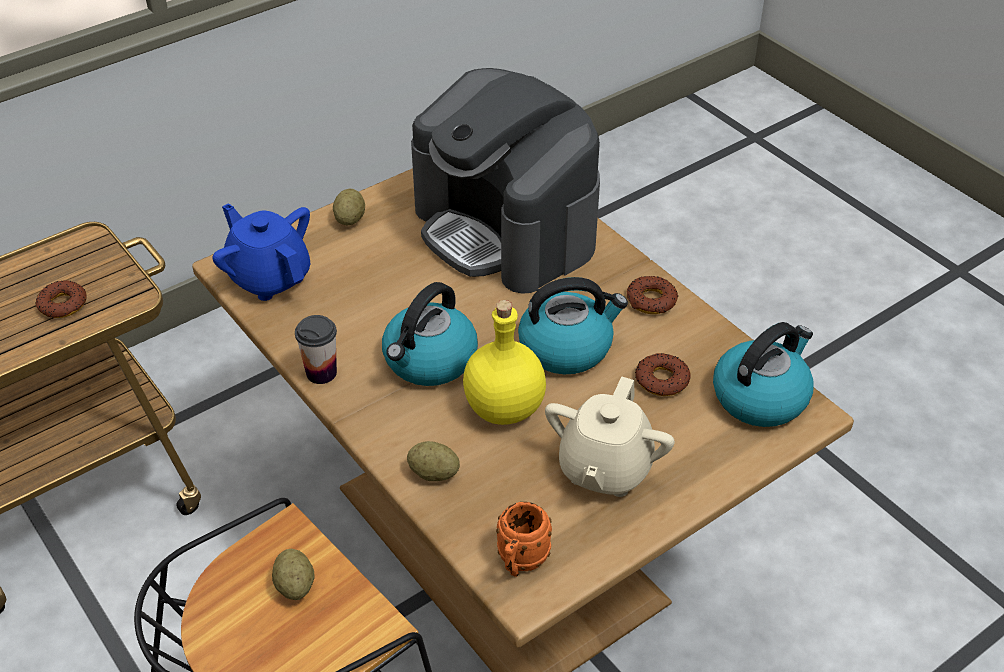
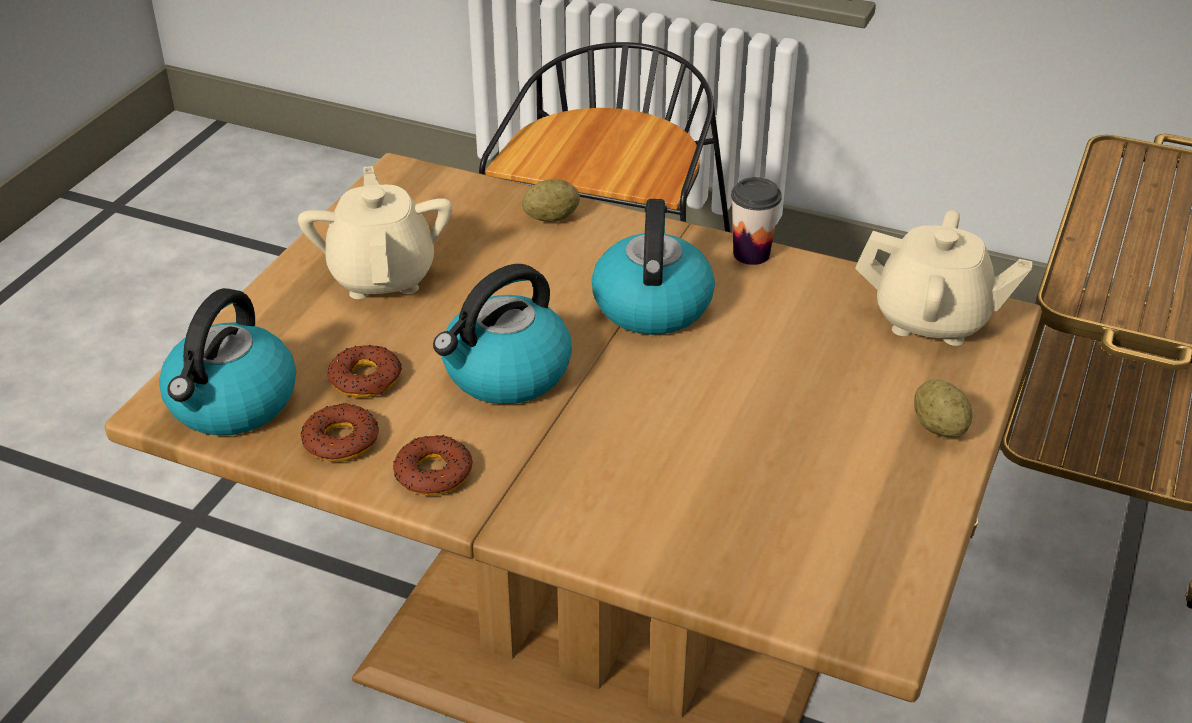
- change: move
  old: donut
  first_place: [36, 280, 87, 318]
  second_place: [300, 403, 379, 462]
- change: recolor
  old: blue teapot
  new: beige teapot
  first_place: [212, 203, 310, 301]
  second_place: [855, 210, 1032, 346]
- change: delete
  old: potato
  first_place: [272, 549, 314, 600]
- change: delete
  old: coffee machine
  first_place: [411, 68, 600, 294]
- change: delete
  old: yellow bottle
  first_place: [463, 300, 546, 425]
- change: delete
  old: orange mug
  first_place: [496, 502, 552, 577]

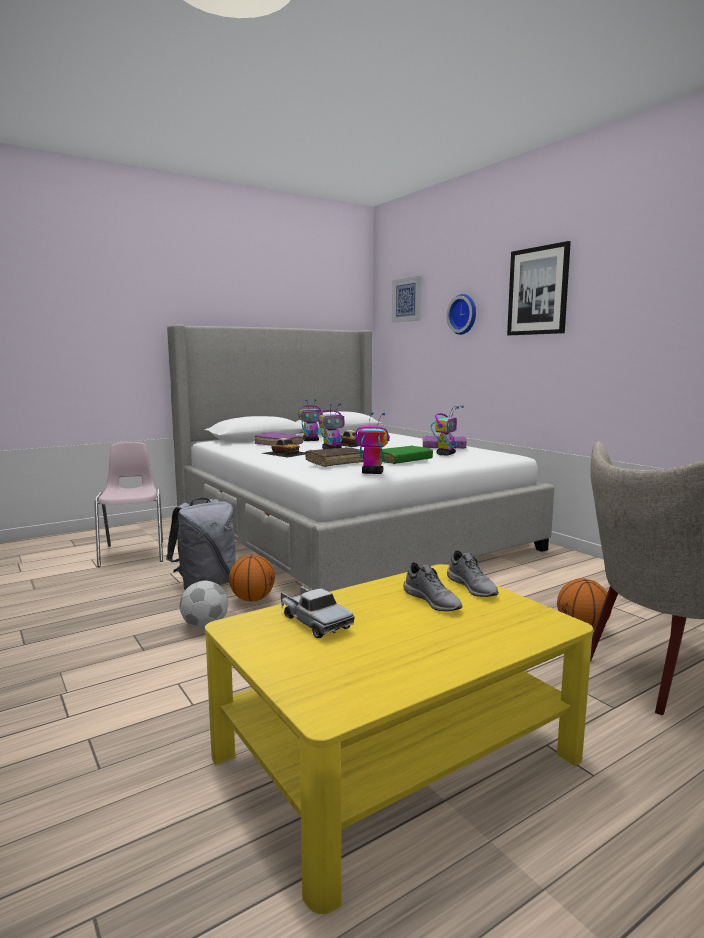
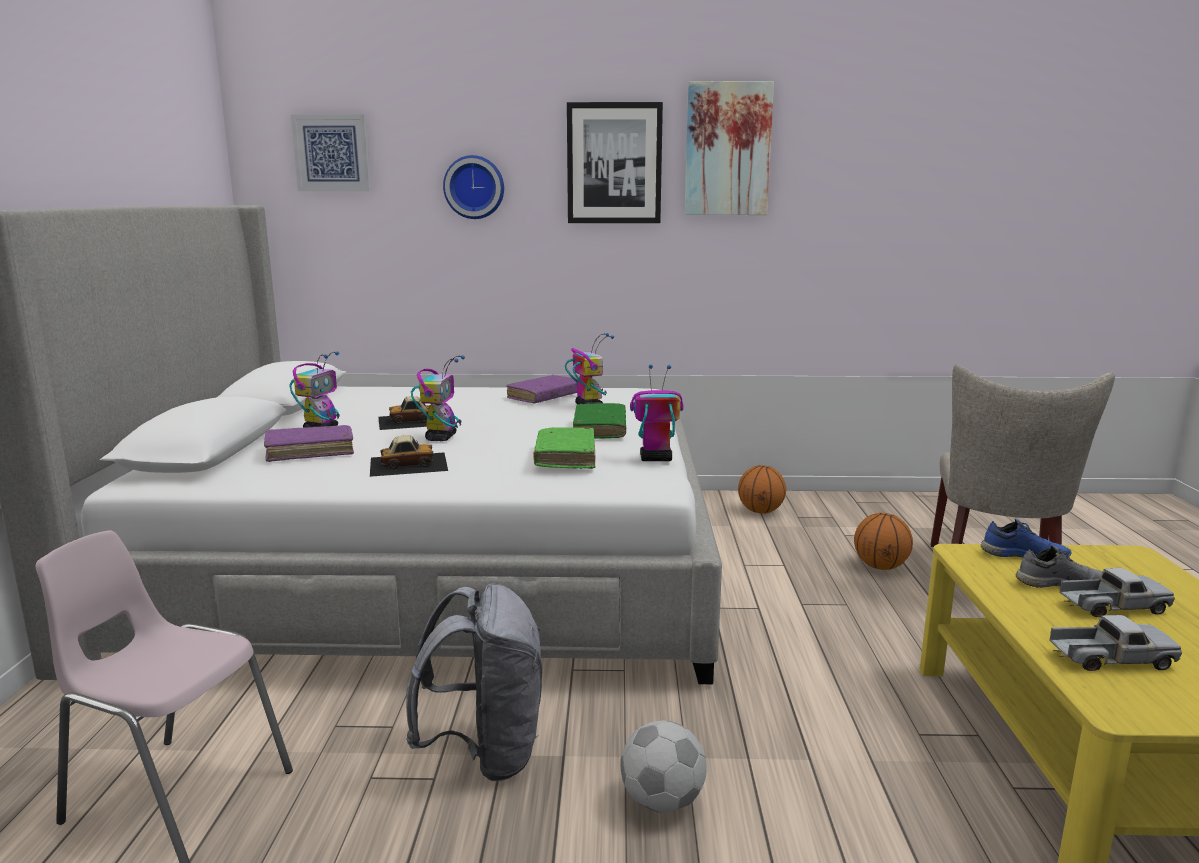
- change: move
  old: basketball
  first_place: [229, 555, 275, 601]
  second_place: [738, 465, 786, 514]
- change: recolor
  old: brown book
  new: green book
  first_place: [305, 447, 364, 467]
  second_place: [534, 427, 595, 469]
- change: rotate
  old: toy robot
  first_place: [355, 412, 390, 474]
  second_place: [630, 365, 683, 461]
  degrees: 45
- change: recolor
  old: grey shoe
  new: blue shoe
  first_place: [447, 550, 499, 597]
  second_place: [981, 519, 1072, 557]
- change: insert
  new: picture
  second_place: [685, 81, 774, 215]
- change: insert
  new: toy truck
  second_place: [1059, 568, 1175, 617]

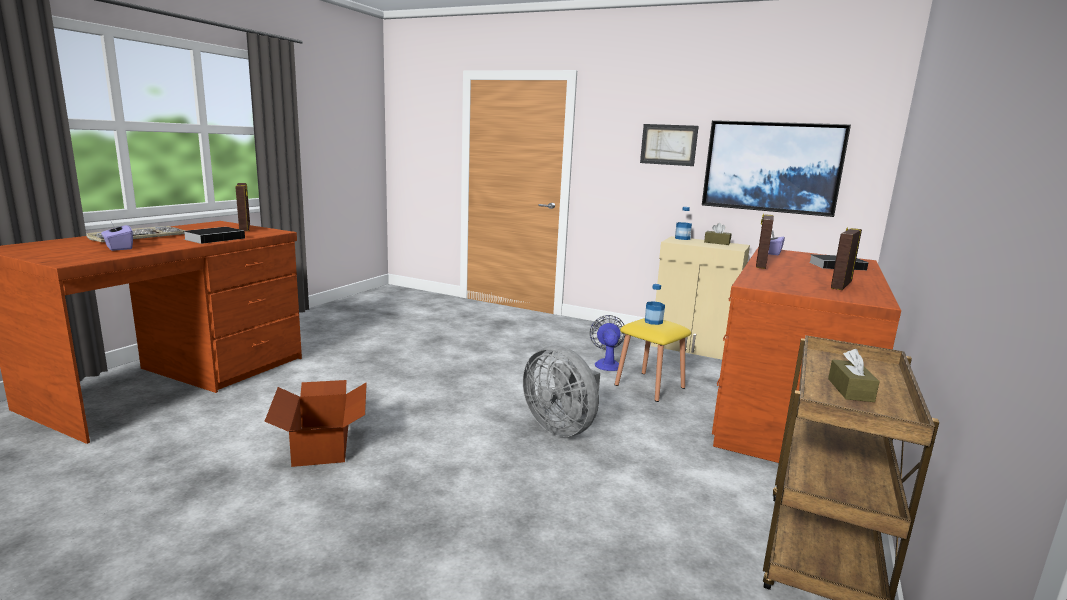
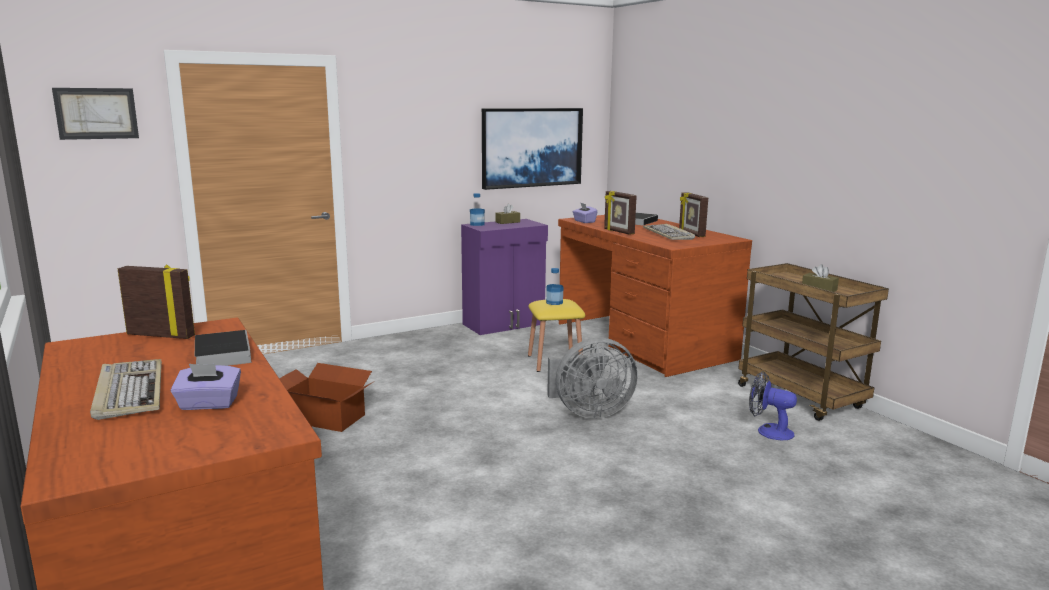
- change: move
  old: cardboard box
  first_place: [264, 380, 367, 467]
  second_place: [279, 363, 373, 432]
- change: move
  old: fan
  first_place: [590, 315, 625, 371]
  second_place: [749, 371, 797, 440]
- change: move
  old: picture
  first_place: [640, 124, 699, 166]
  second_place: [52, 88, 139, 140]
- change: recolor
  old: beige cabinet
  new: purple cabinet
  first_place: [651, 236, 750, 360]
  second_place: [461, 219, 548, 335]
- change: insert
  new: keyboard
  second_place: [643, 224, 695, 240]

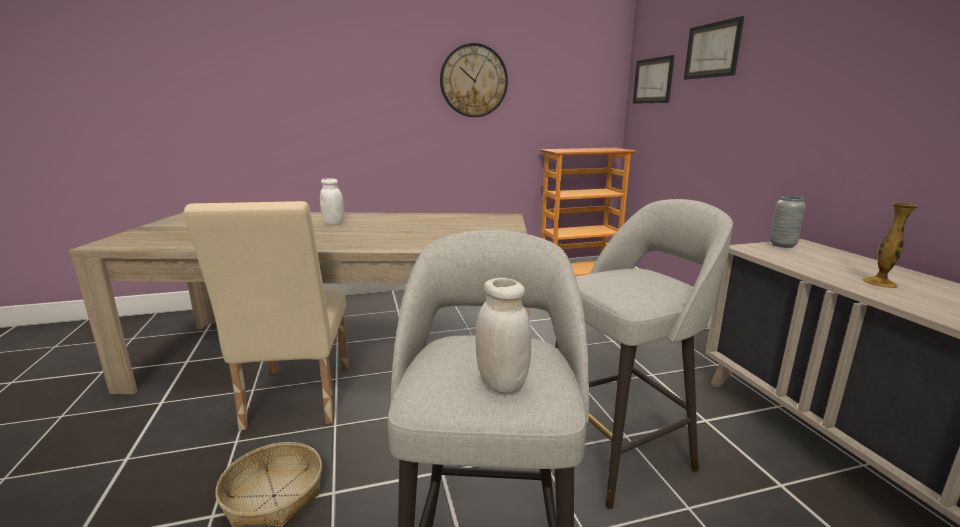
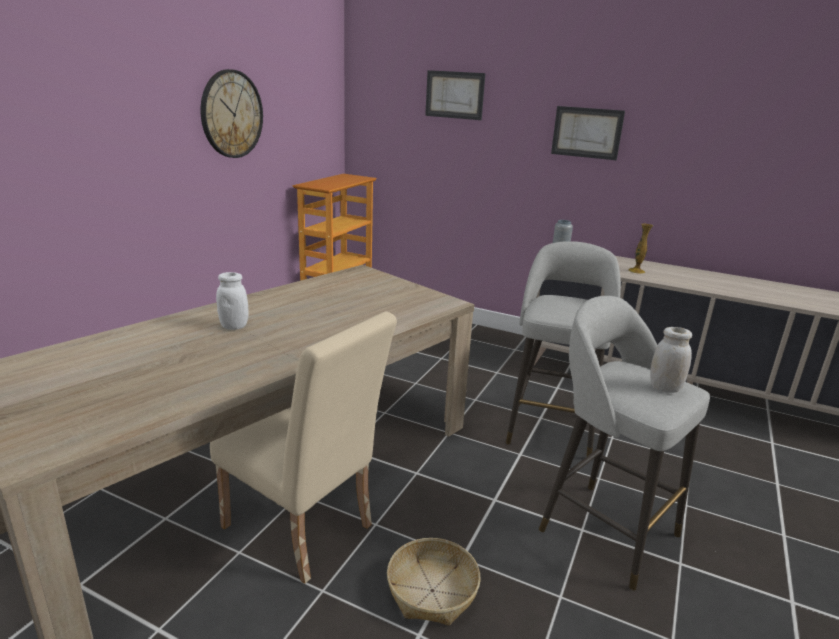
- change: move
  old: picture
  first_place: [633, 55, 675, 104]
  second_place: [551, 106, 625, 160]

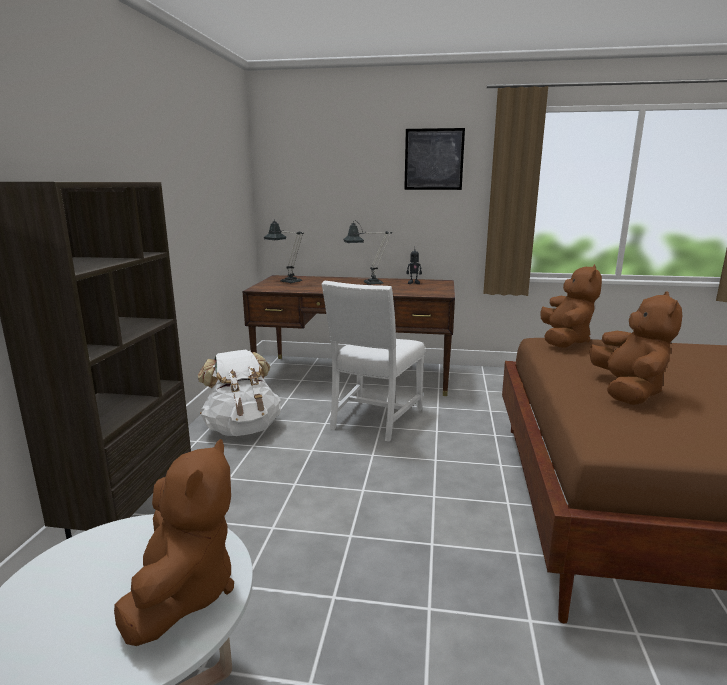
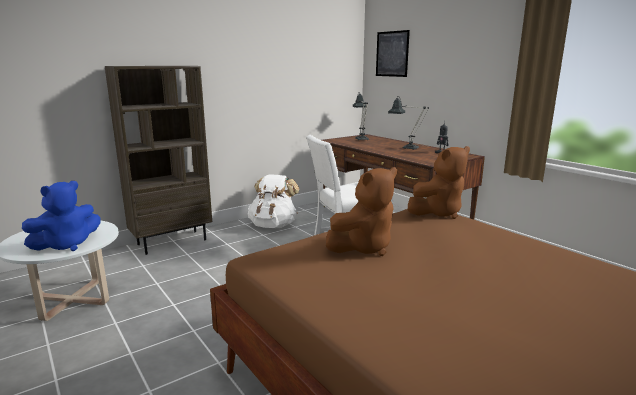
- change: recolor
  old: brown plush toy
  new: blue plush toy
  first_place: [114, 439, 234, 646]
  second_place: [22, 181, 100, 251]
- change: move
  old: picture
  first_place: [404, 128, 465, 190]
  second_place: [376, 30, 410, 77]

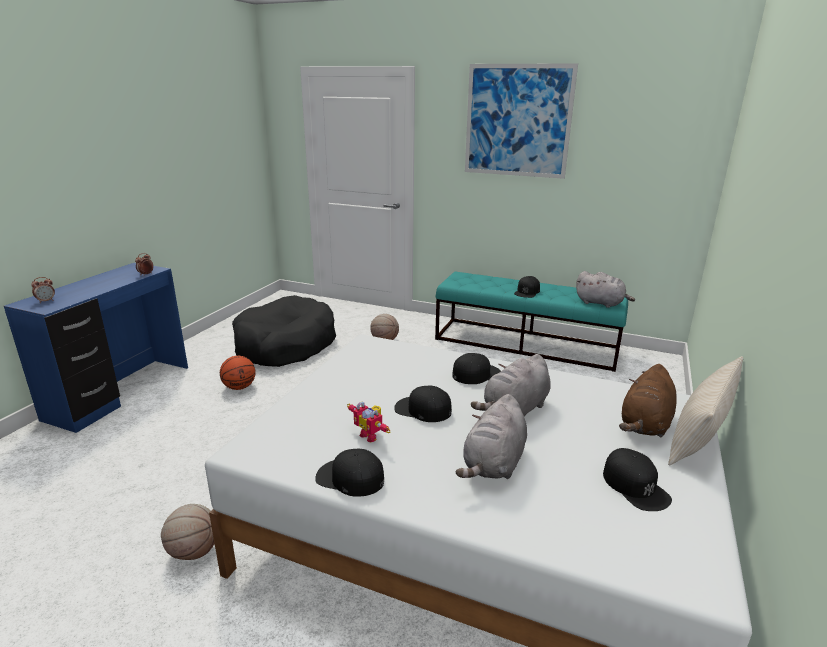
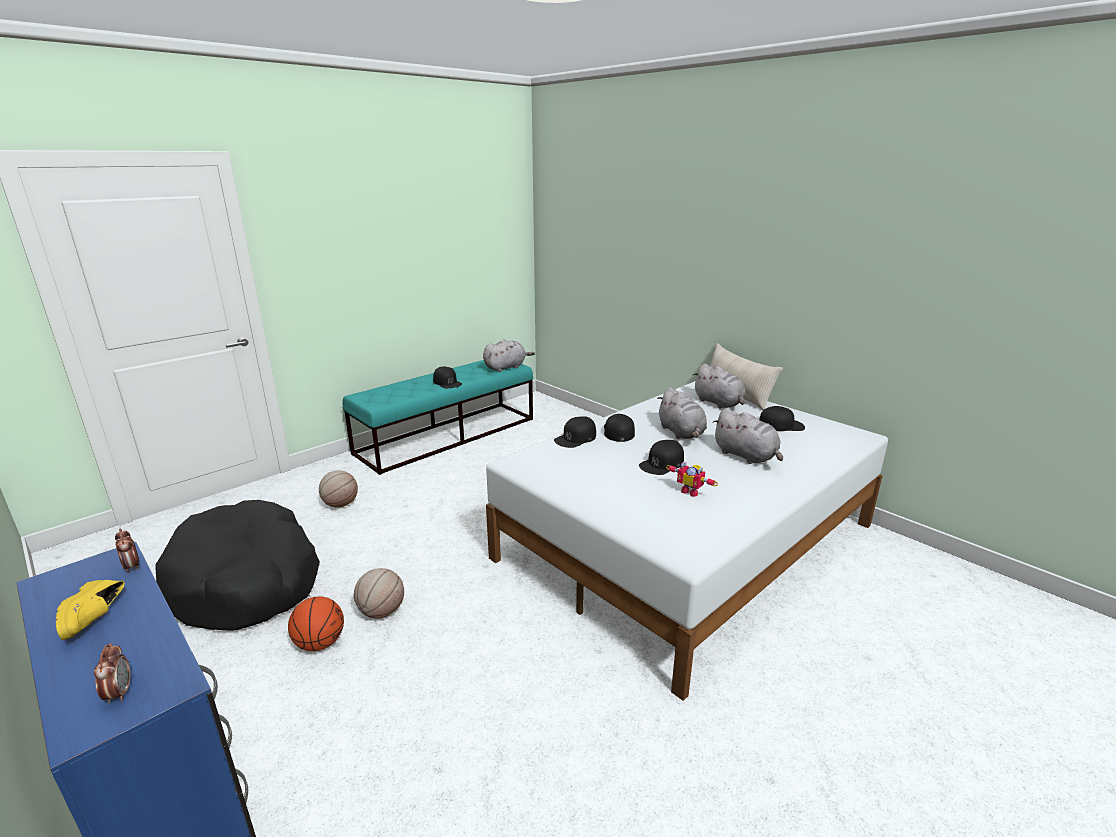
- change: move
  old: basketball
  first_place: [161, 504, 215, 560]
  second_place: [354, 568, 404, 619]
- change: move
  old: black cap
  first_place: [315, 449, 384, 497]
  second_place: [554, 416, 596, 448]
- change: rotate
  old: toy robot
  first_place: [347, 402, 391, 442]
  second_place: [666, 462, 718, 497]
  degrees: 60
- change: delete
  old: picture
  first_place: [465, 63, 578, 179]
- change: recolor
  old: brown plush toy
  new: grey plush toy
  first_place: [619, 364, 677, 437]
  second_place: [693, 364, 746, 409]
- change: insert
  new: yellow shoe
  second_place: [56, 580, 125, 640]

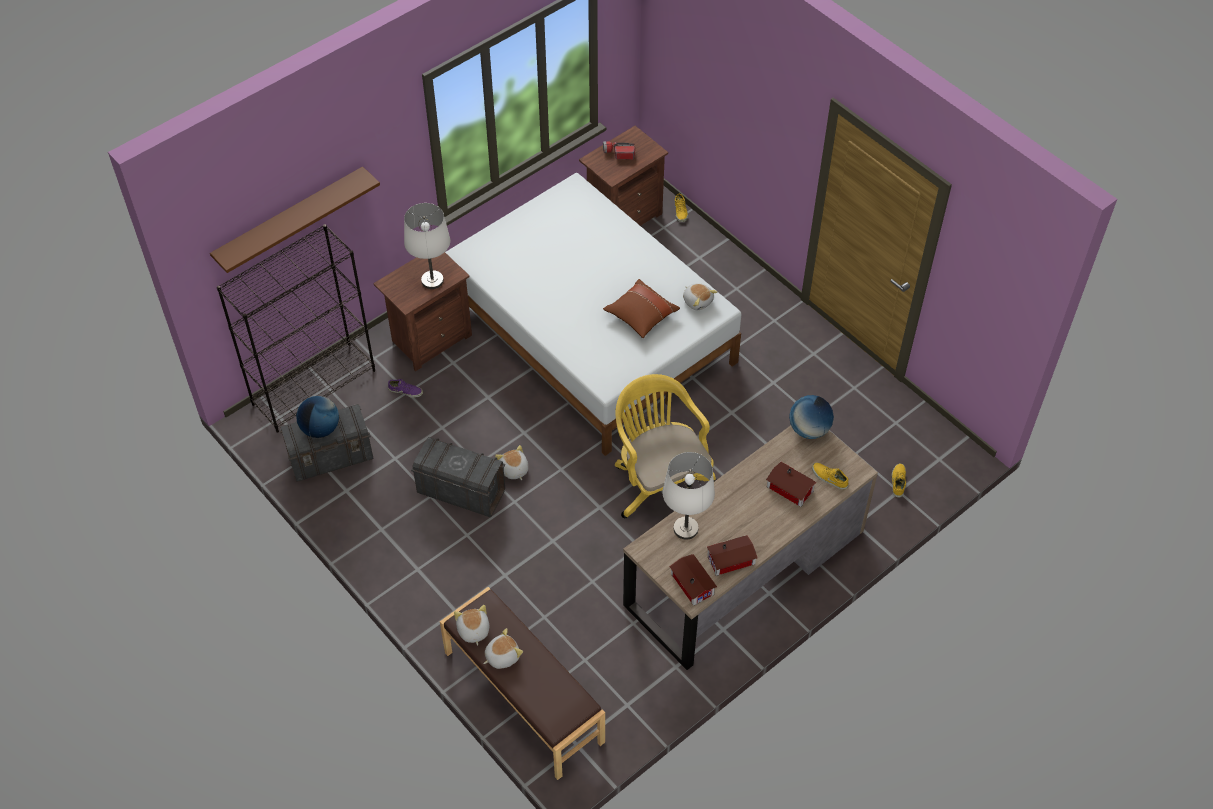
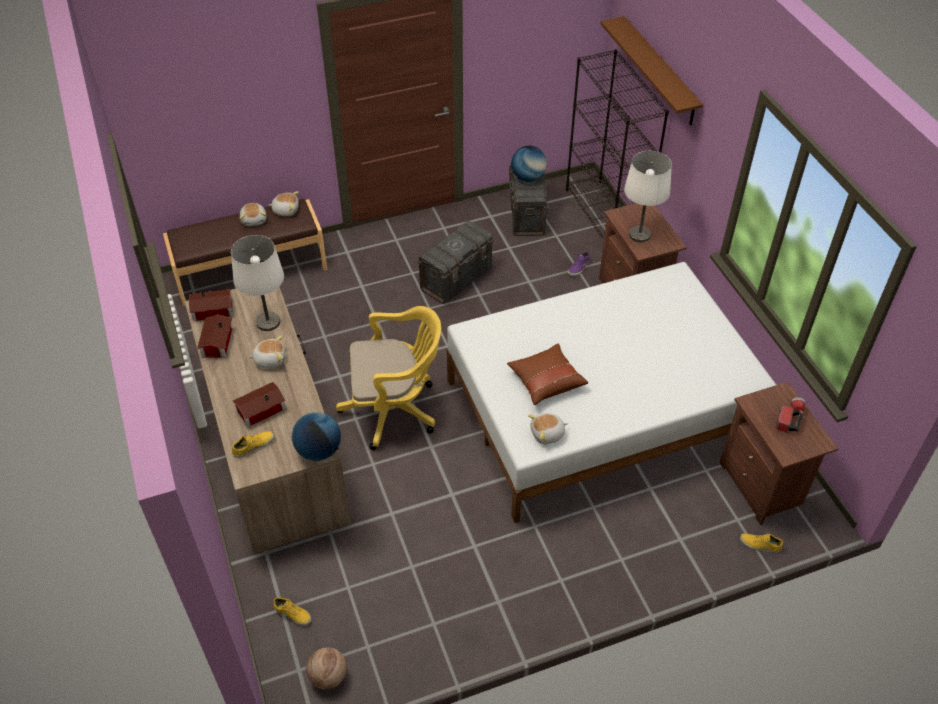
- change: move
  old: plush toy
  first_place: [495, 445, 528, 480]
  second_place: [248, 335, 285, 369]
- change: insert
  new: basketball
  second_place: [306, 647, 347, 689]

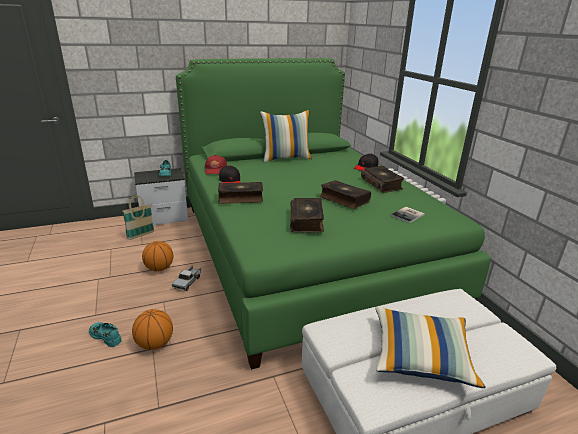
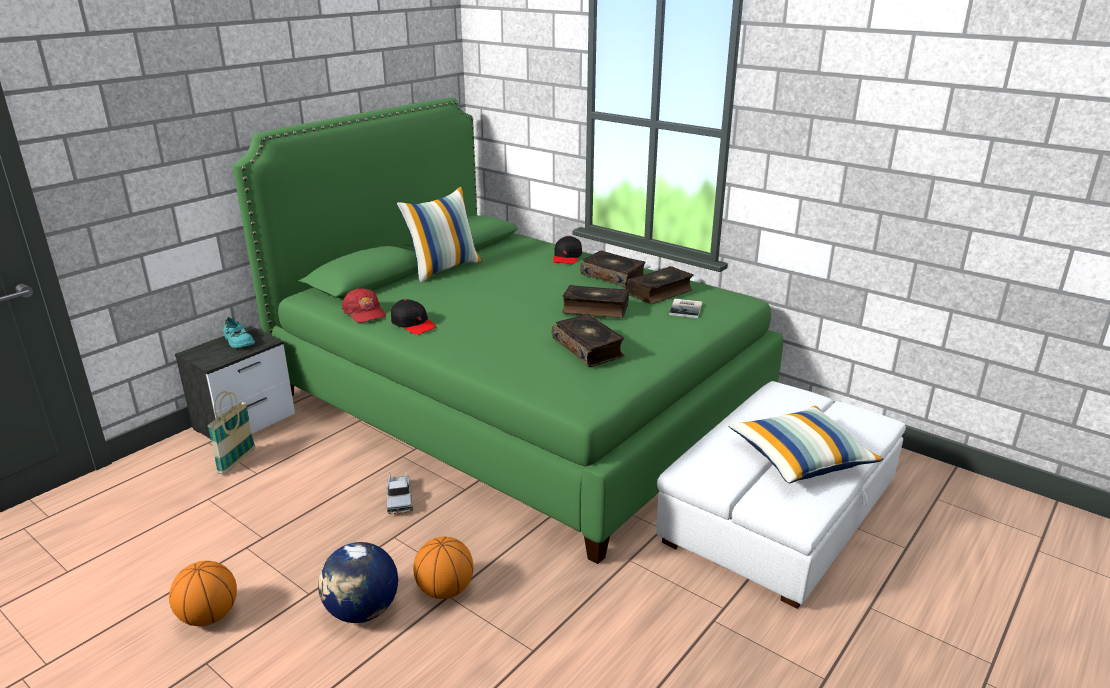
- change: replace
  old: turquoise shoe
  new: globe
  first_place: [89, 322, 121, 347]
  second_place: [318, 542, 398, 623]
- change: move
  old: basketball
  first_place: [142, 241, 173, 271]
  second_place: [169, 561, 237, 626]
- change: move
  old: book
  first_place: [218, 182, 263, 204]
  second_place: [625, 266, 694, 304]

